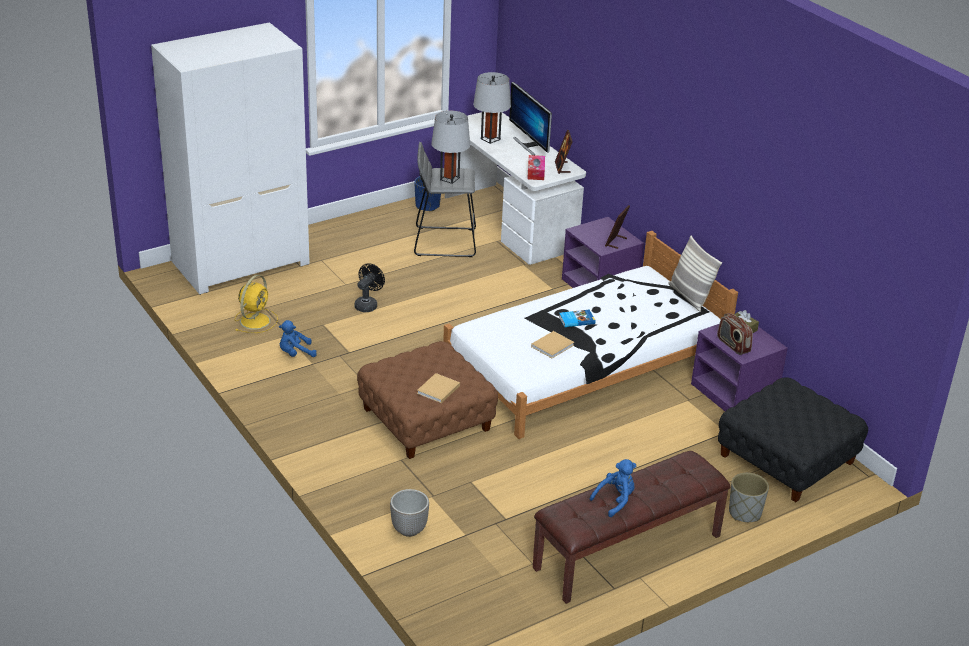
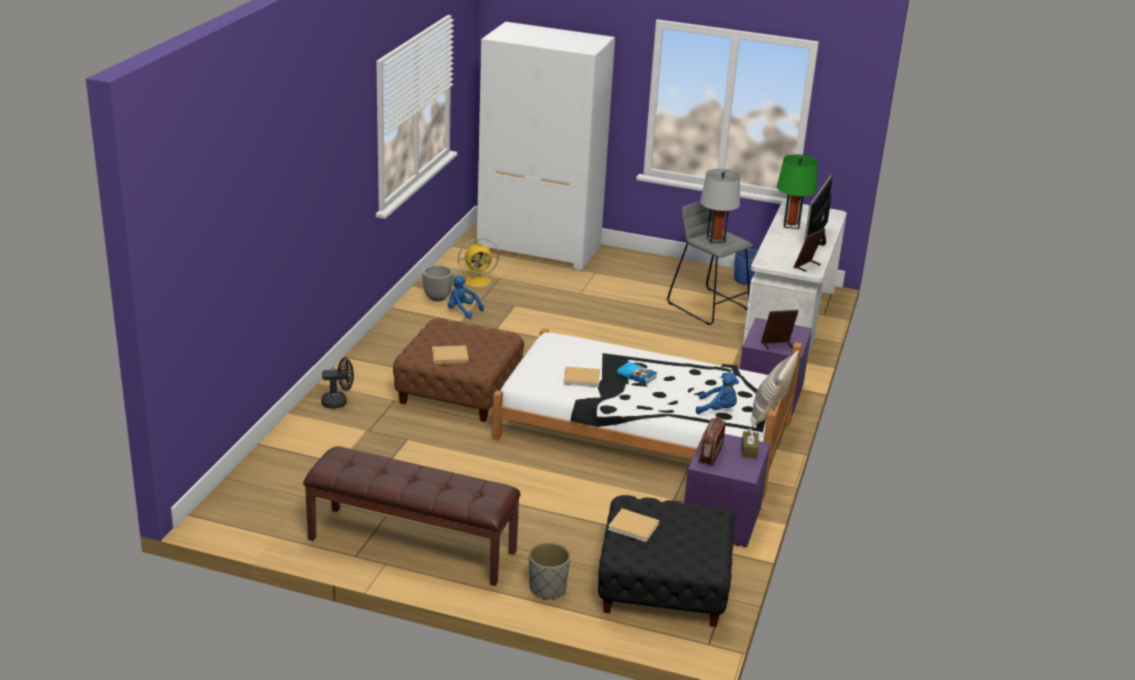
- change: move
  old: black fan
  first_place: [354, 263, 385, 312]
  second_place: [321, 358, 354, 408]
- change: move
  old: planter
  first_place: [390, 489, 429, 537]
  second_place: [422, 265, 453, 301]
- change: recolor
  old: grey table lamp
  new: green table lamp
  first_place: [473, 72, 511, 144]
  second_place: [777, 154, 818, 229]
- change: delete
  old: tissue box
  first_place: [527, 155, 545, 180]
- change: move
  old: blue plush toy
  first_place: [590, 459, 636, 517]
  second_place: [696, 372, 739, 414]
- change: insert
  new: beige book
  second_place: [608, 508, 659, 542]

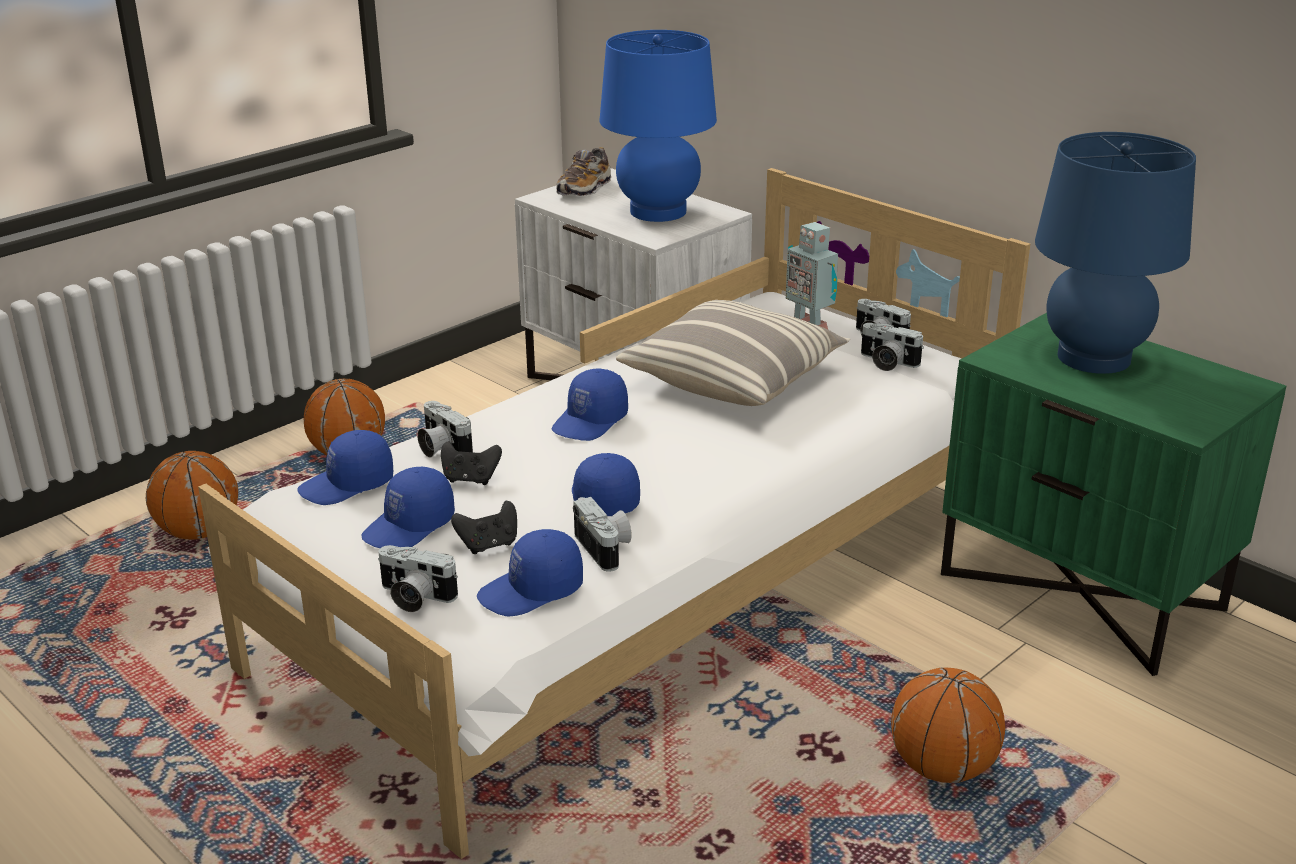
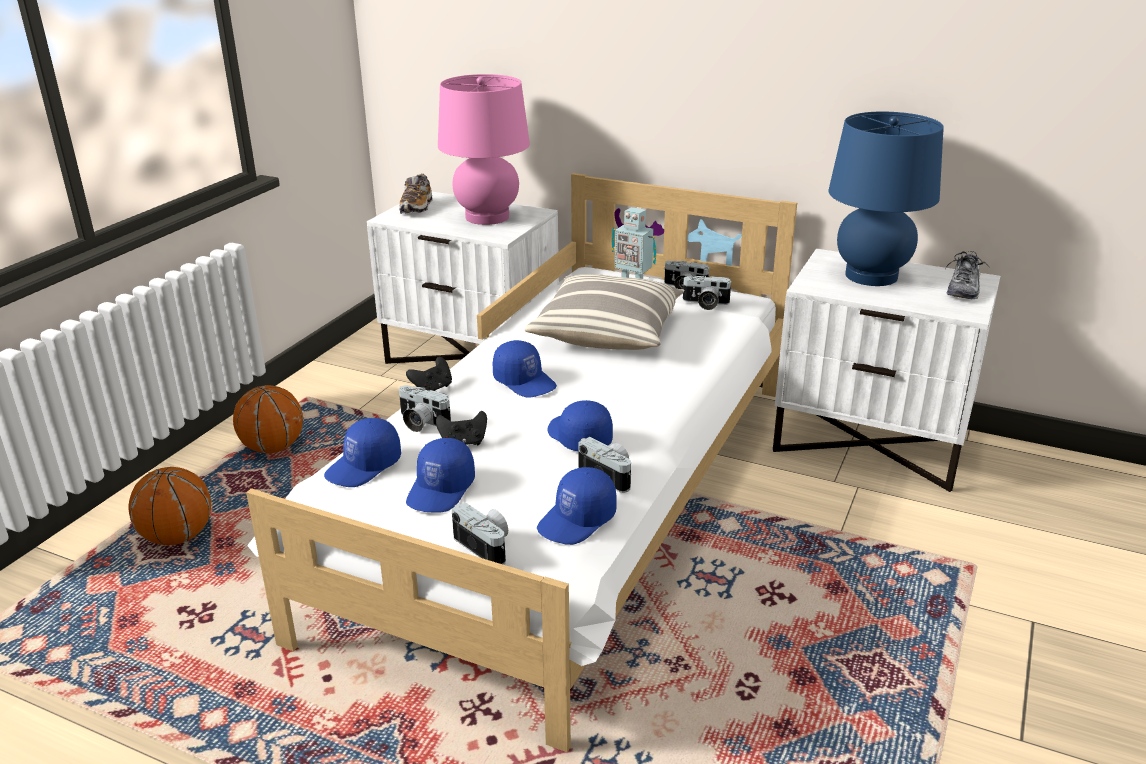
- change: rotate
  old: photo camera
  first_place: [378, 545, 458, 612]
  second_place: [452, 502, 508, 565]
  degrees: -135
- change: move
  old: black game controller
  first_place: [451, 501, 517, 554]
  second_place: [406, 357, 452, 391]
- change: rotate
  old: blue cap
  first_place: [552, 368, 628, 441]
  second_place: [493, 340, 557, 398]
  degrees: -60
- change: recolor
  old: blue table lamp
  new: pink table lamp
  first_place: [600, 30, 717, 222]
  second_place: [438, 74, 530, 225]
- change: delete
  old: basketball
  first_place: [891, 668, 1005, 783]
- change: recolor
  old: green nightstand
  new: white nightstand
  first_place: [941, 313, 1286, 676]
  second_place: [773, 249, 1000, 492]
- change: insert
  new: shoe
  second_place: [945, 251, 990, 299]

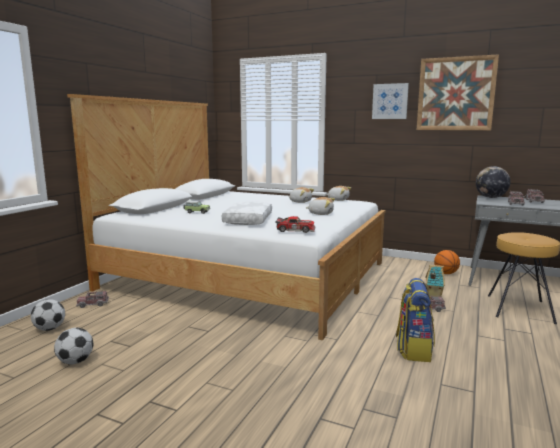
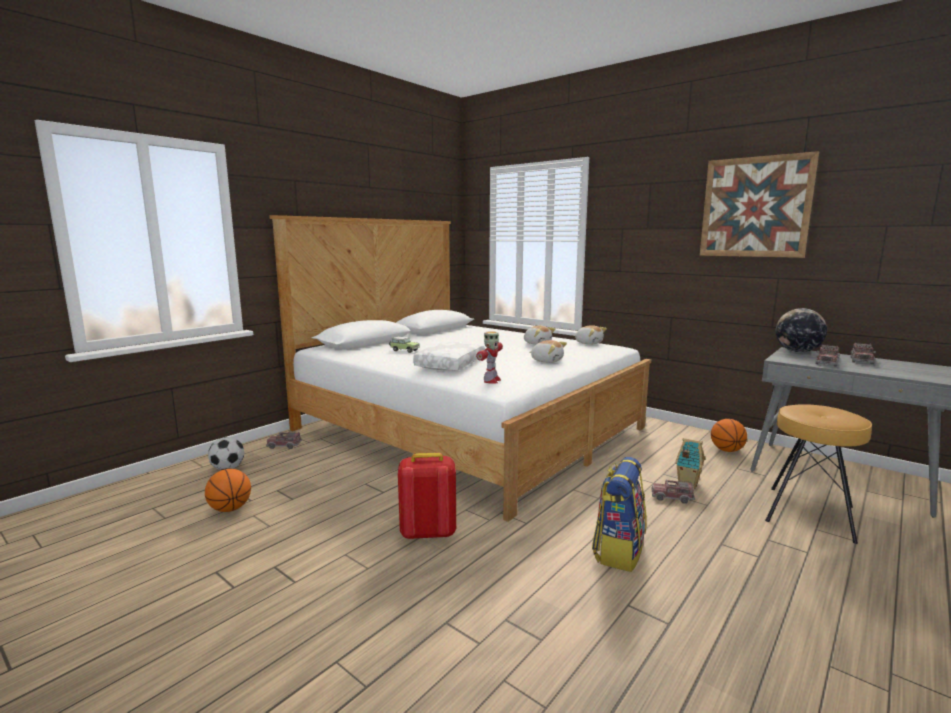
- change: replace
  old: football
  new: basketball
  first_place: [54, 328, 93, 365]
  second_place: [205, 469, 251, 512]
- change: replace
  old: toy car
  new: toy robot
  first_place: [275, 216, 315, 233]
  second_place: [476, 331, 503, 384]
- change: delete
  old: picture
  first_place: [372, 83, 409, 119]
- change: insert
  new: red backpack
  second_place: [398, 453, 456, 540]

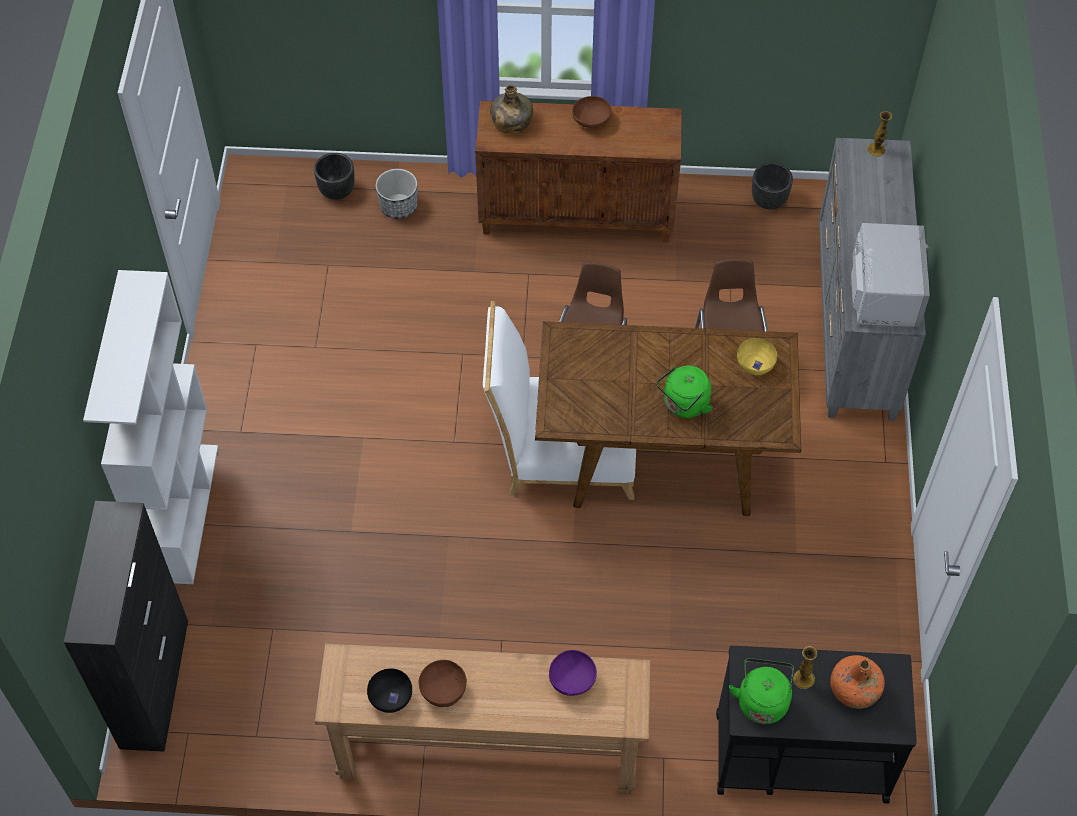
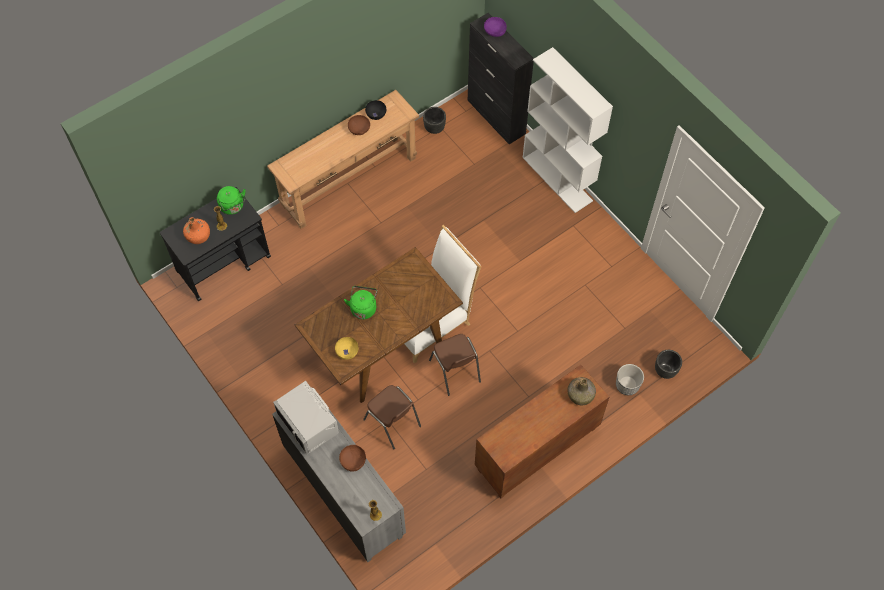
- change: move
  old: purple bowl
  first_place: [549, 650, 597, 696]
  second_place: [484, 17, 507, 37]
- change: move
  old: brown bowl
  first_place: [572, 96, 611, 128]
  second_place: [339, 445, 366, 472]
- change: move
  old: black planter
  first_place: [752, 162, 793, 210]
  second_place: [423, 107, 446, 134]

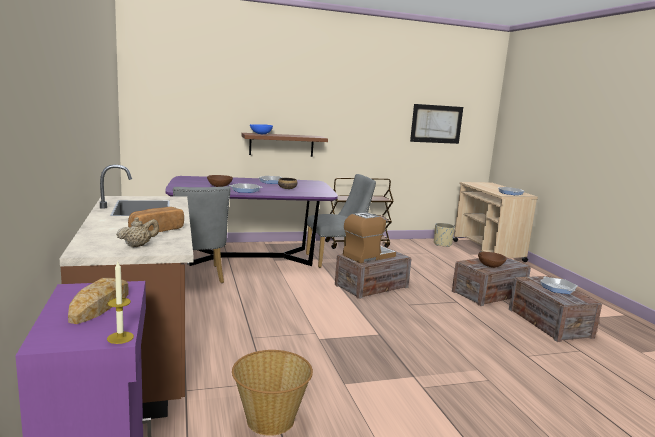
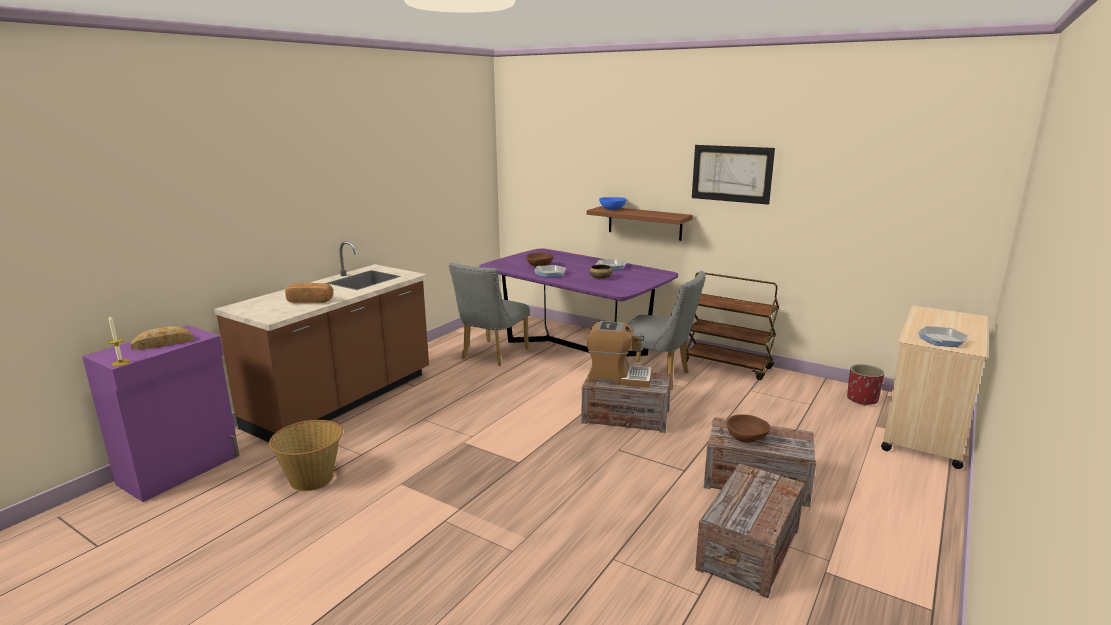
- change: delete
  old: beige teapot
  first_place: [117, 217, 159, 247]
- change: move
  old: picture
  first_place: [410, 104, 463, 144]
  second_place: [692, 145, 775, 205]
- change: recolor
  old: beige planter
  new: red planter
  first_place: [434, 223, 455, 247]
  second_place: [847, 364, 885, 406]
- change: delete
  old: frying pan
  first_place: [540, 277, 577, 294]

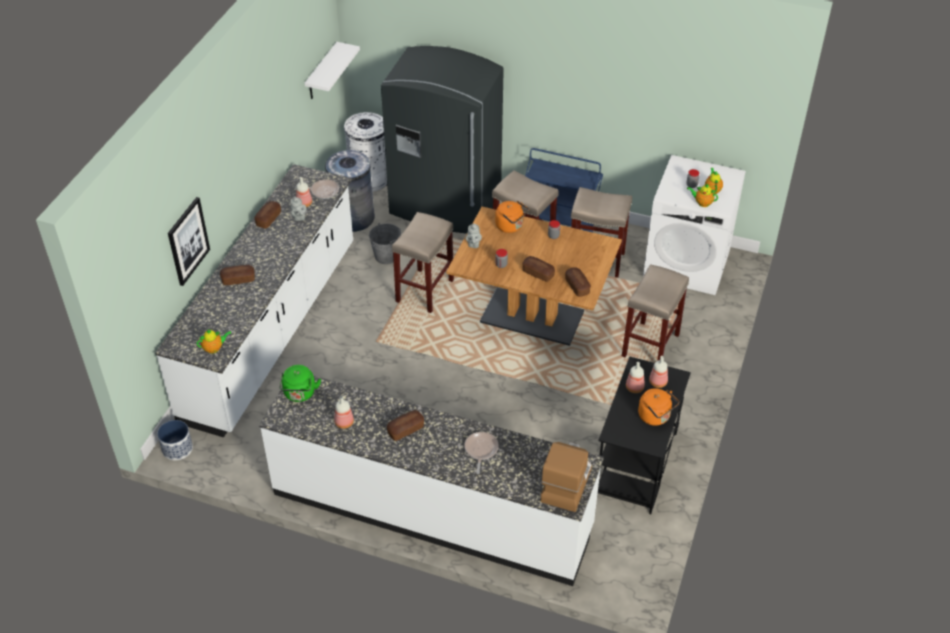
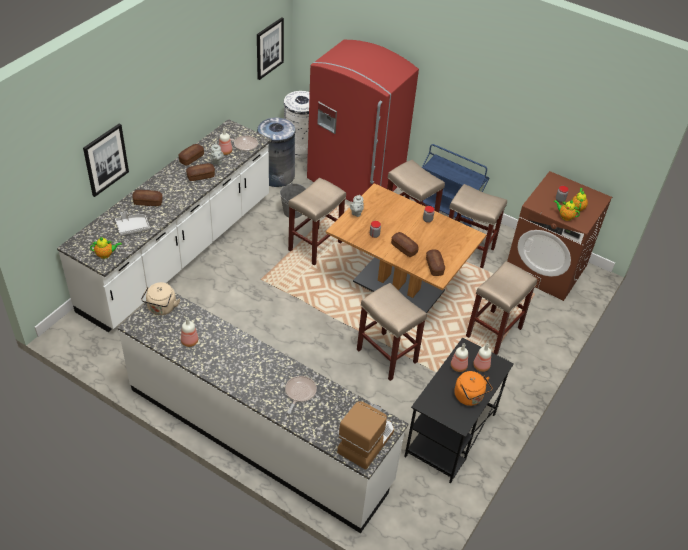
- change: delete
  old: planter
  first_place: [157, 420, 193, 460]
- change: recolor
  old: green kettle
  new: beige kettle
  first_place: [279, 365, 321, 402]
  second_place: [141, 282, 180, 315]
- change: replace
  old: white shelf
  new: picture
  first_place: [305, 42, 360, 99]
  second_place: [257, 17, 284, 80]
- change: recolor
  old: grey fridge
  new: red fridge
  first_place: [381, 46, 504, 234]
  second_place: [307, 40, 419, 202]
- change: move
  old: bread
  first_place: [387, 410, 424, 441]
  second_place: [186, 163, 215, 181]
- change: delete
  old: orange kettle
  first_place: [495, 201, 529, 233]
- change: recolor
  old: white washing machine
  new: brown washing machine
  first_place: [643, 155, 746, 295]
  second_place: [507, 171, 612, 301]
- change: insert
  new: grey tray
  second_place: [115, 212, 150, 236]
- change: insert
  new: beige stool
  second_place: [357, 283, 427, 381]

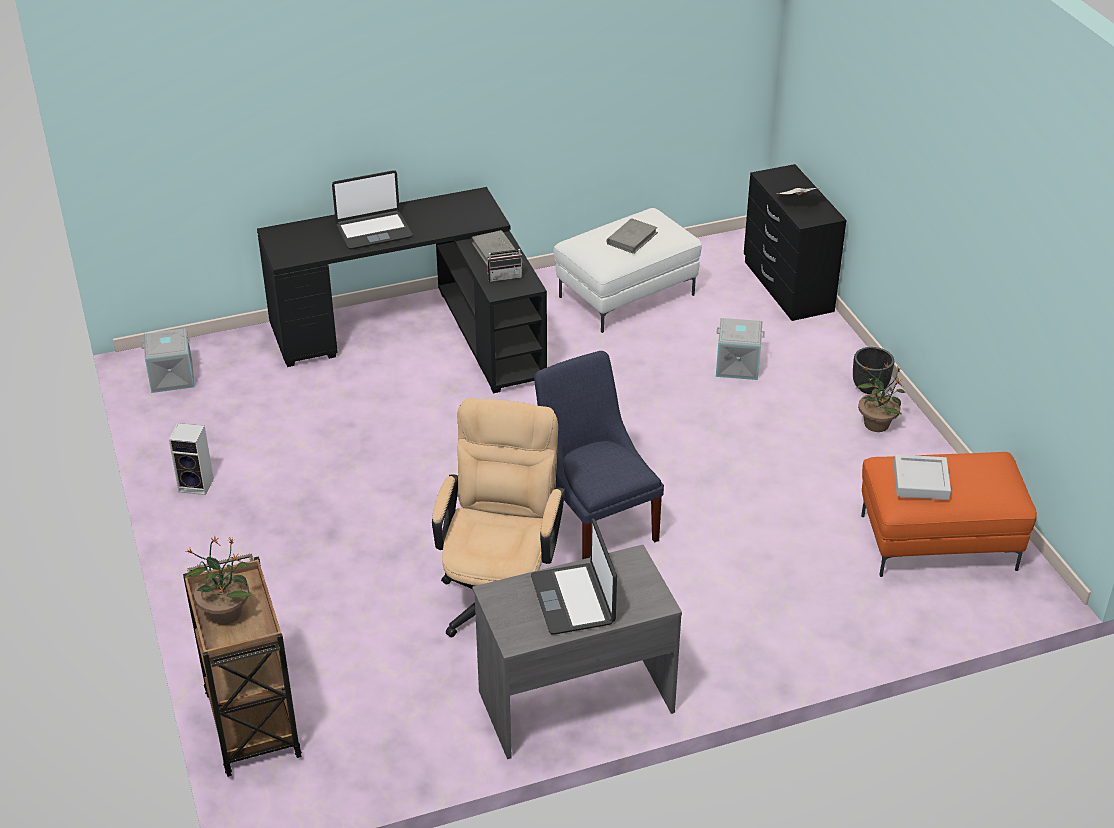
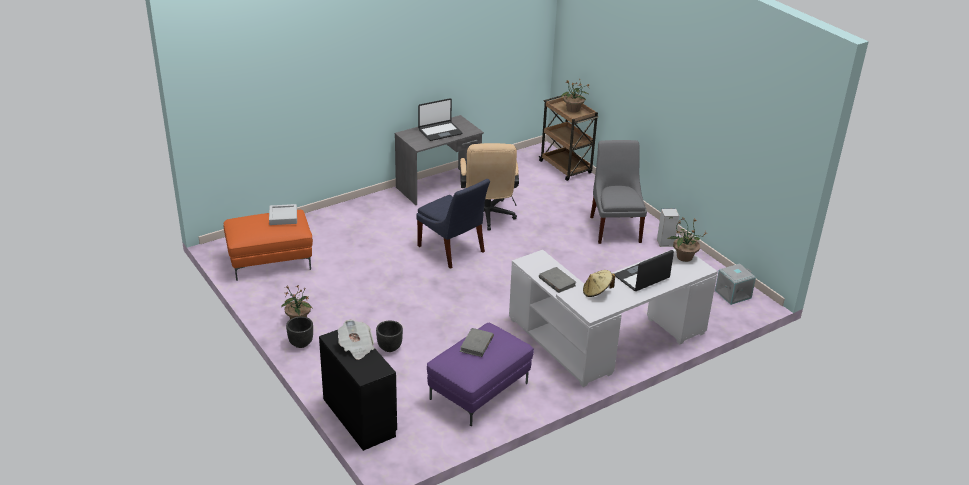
- change: recolor
  old: black desk
  new: white desk
  first_place: [257, 187, 547, 394]
  second_place: [509, 249, 718, 387]
- change: delete
  old: radio
  first_place: [487, 239, 523, 282]
- change: rotate
  old: laptop
  first_place: [531, 518, 617, 635]
  second_place: [418, 98, 462, 141]
  degrees: 90
- change: recolor
  old: white ottoman
  new: purple ottoman
  first_place: [553, 208, 702, 333]
  second_place: [427, 323, 534, 426]
- change: replace
  old: grey storage box
  new: black planter
  first_place: [716, 318, 765, 380]
  second_place: [376, 321, 403, 352]
- change: insert
  new: beige hat
  second_place: [583, 270, 615, 297]
- change: insert
  new: grey chair
  second_place: [590, 140, 647, 244]
- change: insert
  new: potted plant
  second_place: [667, 217, 707, 262]

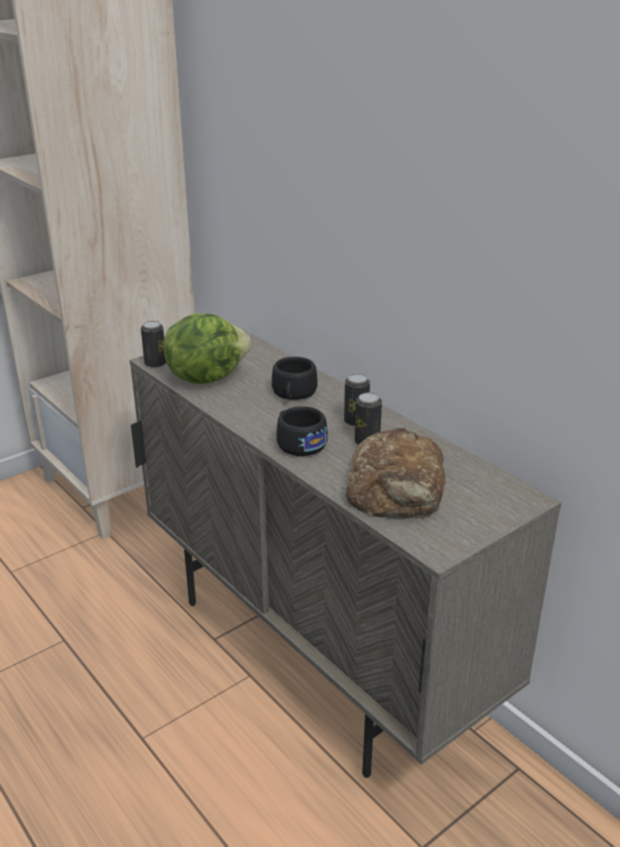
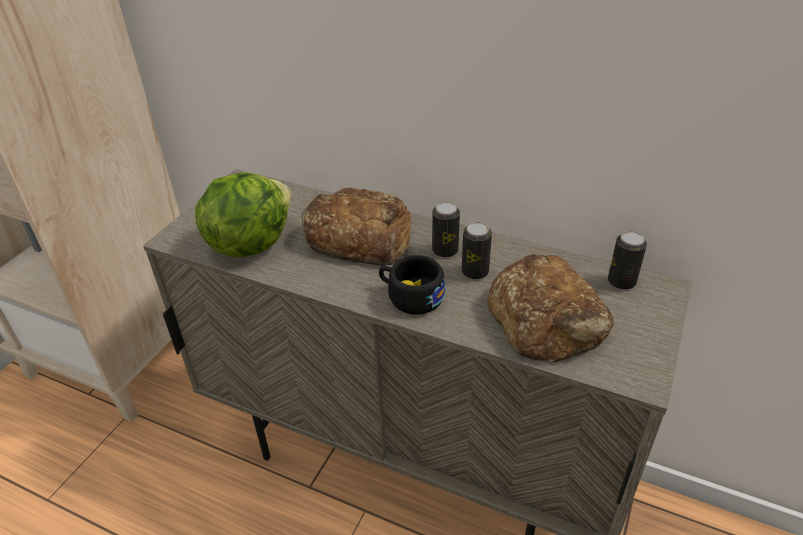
- change: move
  old: can
  first_place: [141, 321, 166, 368]
  second_place: [608, 231, 647, 290]
- change: replace
  old: black cup
  new: bread
  first_place: [272, 357, 317, 400]
  second_place: [302, 187, 412, 266]

